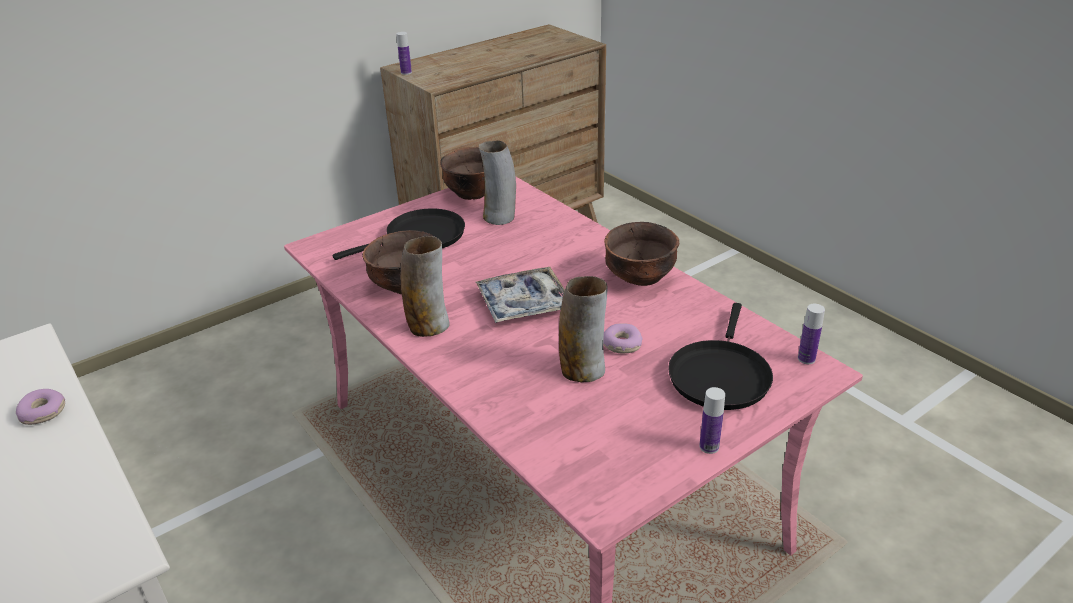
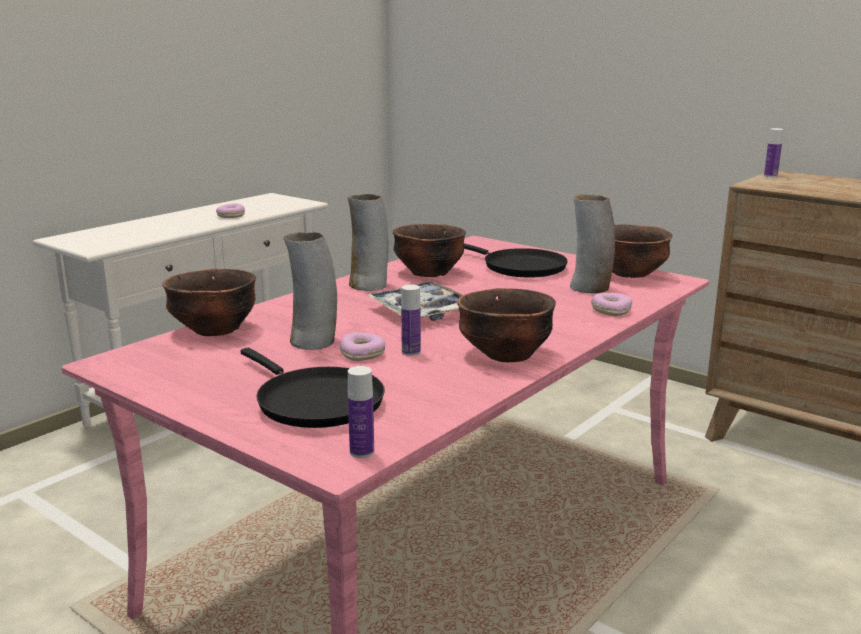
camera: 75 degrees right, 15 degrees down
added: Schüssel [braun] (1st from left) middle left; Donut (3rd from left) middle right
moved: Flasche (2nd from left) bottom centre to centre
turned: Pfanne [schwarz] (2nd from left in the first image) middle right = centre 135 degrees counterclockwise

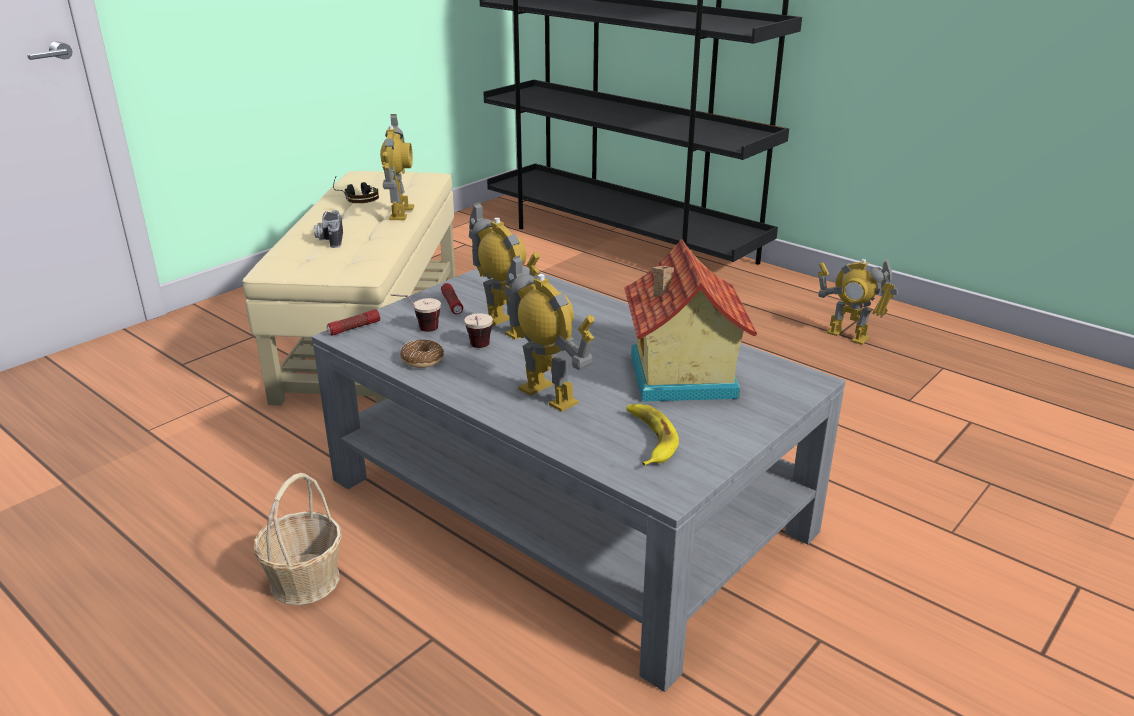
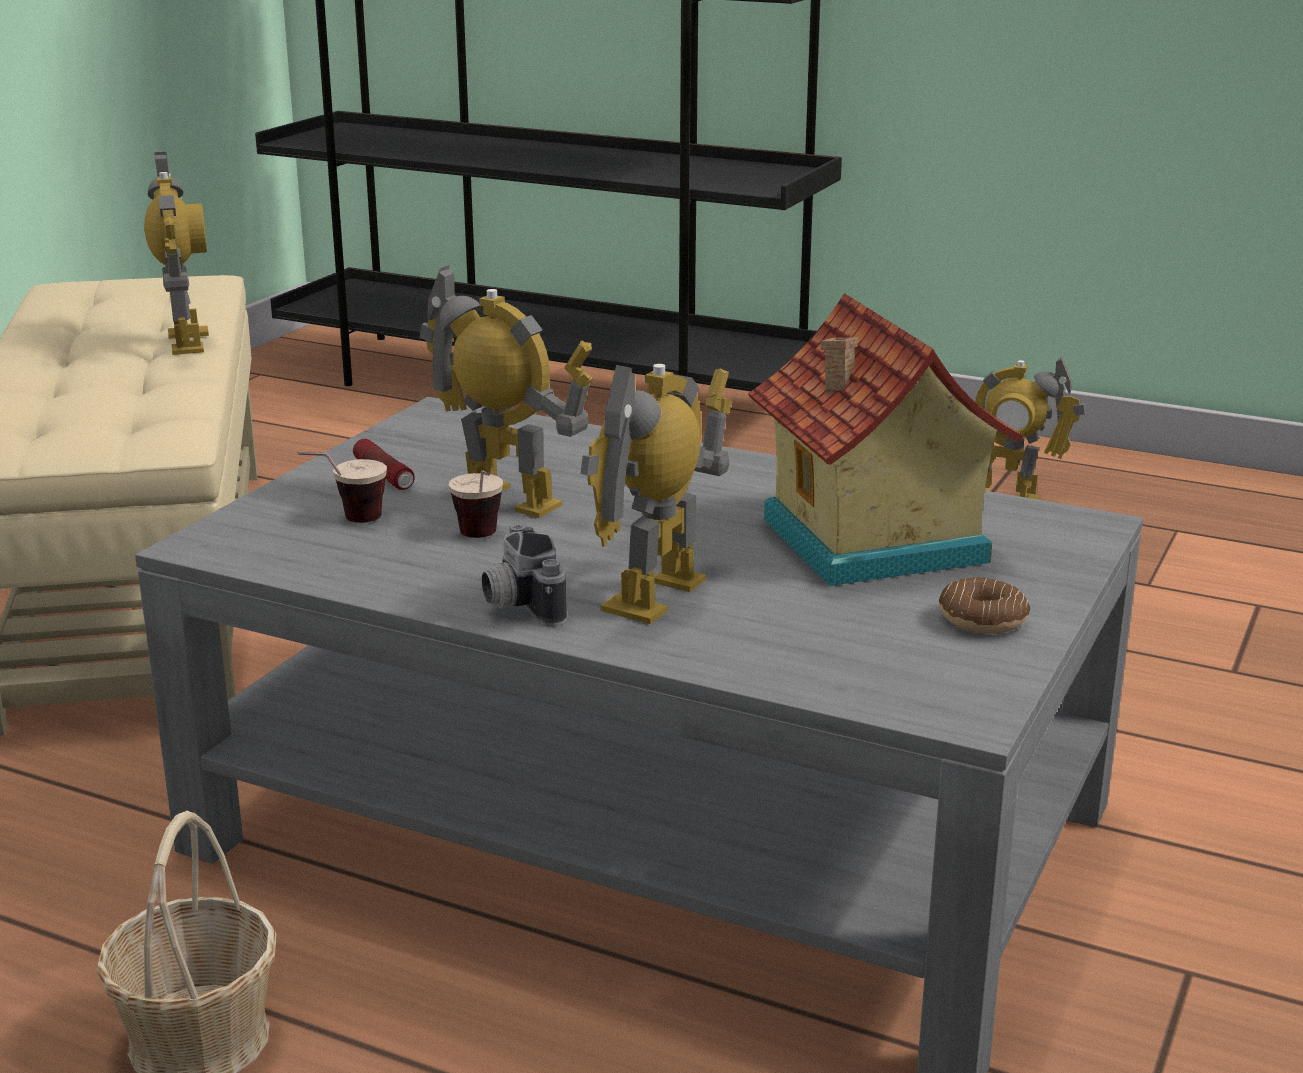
camera: 15 degrees left, 5 degrees down
removed: Taschenlampe (1st from left) middle left; Kopfhörer top left; Banane centre
moved: Kamera top left to centre; Donut centre to middle right
turned: Spielzeugroboter (3rd from left) centre = centre 90 degrees counterclockwise

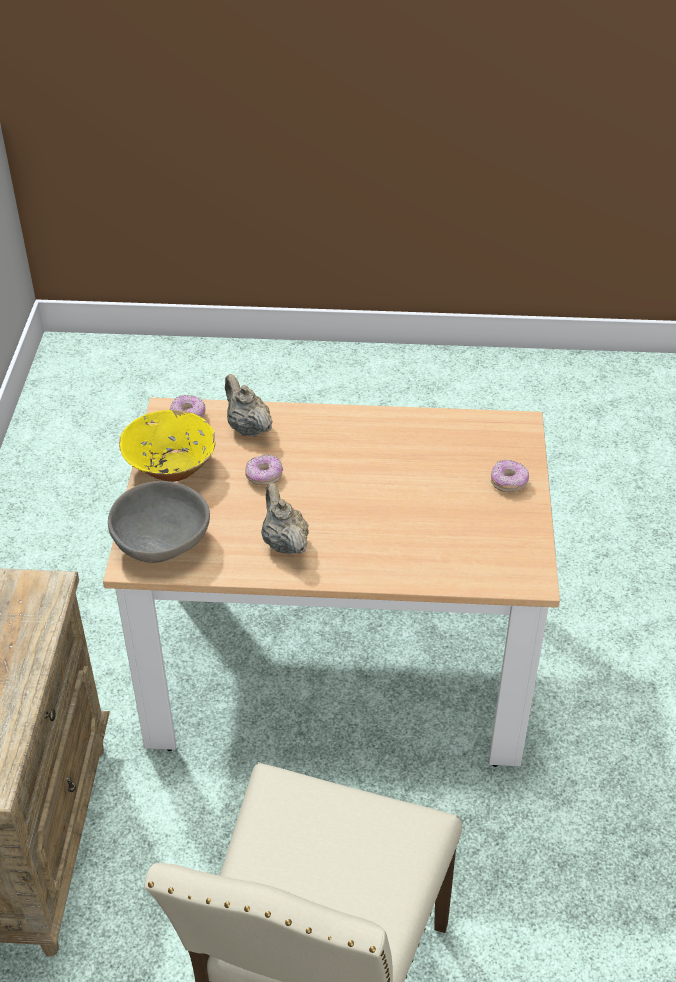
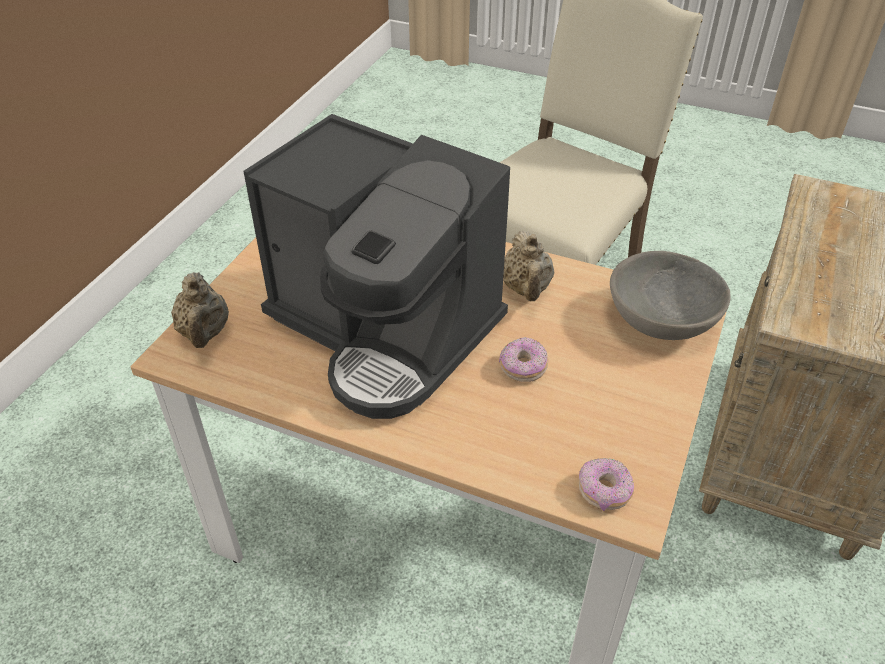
camera: 160 degrees left, 0 degrees up
removed: Schüssel [gelb] middle left; Donut (3rd from left) middle right
added: Kaffeemaschine centre
moved: Teekanne [beige] (1st from left) centre to middle left

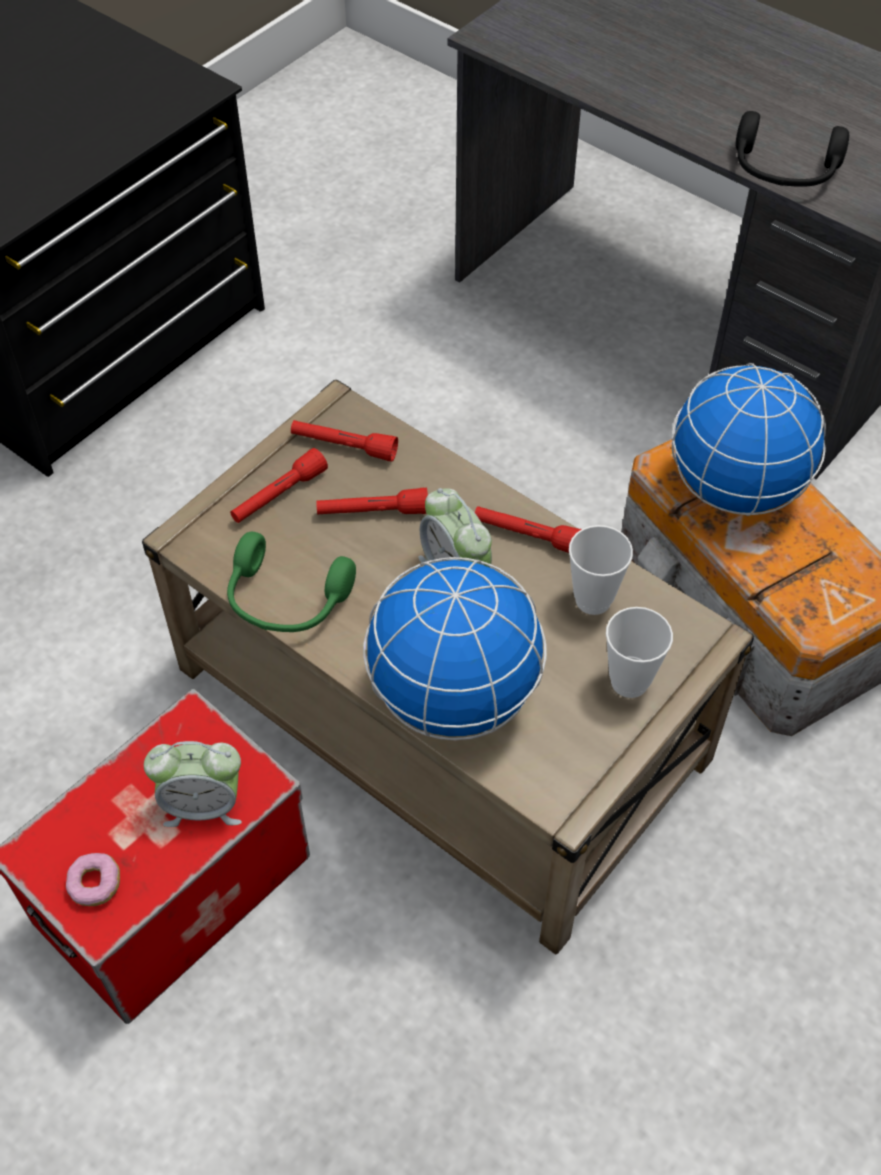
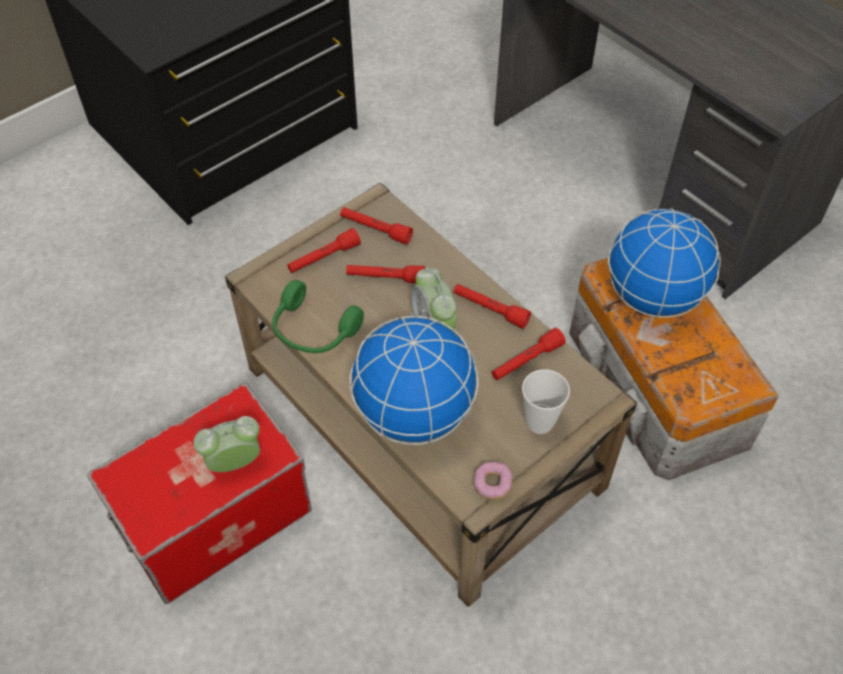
camera: 10 degrees right, 0 degrees up
removed: Kopfhörer [schwarz] top right
moved: Donut bottom left to bottom centre
replaced: Tasse (1st from left) middle right to Taschenlampe [rot] (5th from left) centre
turned: Wecker (1st from left) bottom left = middle left 150 degrees clockwise

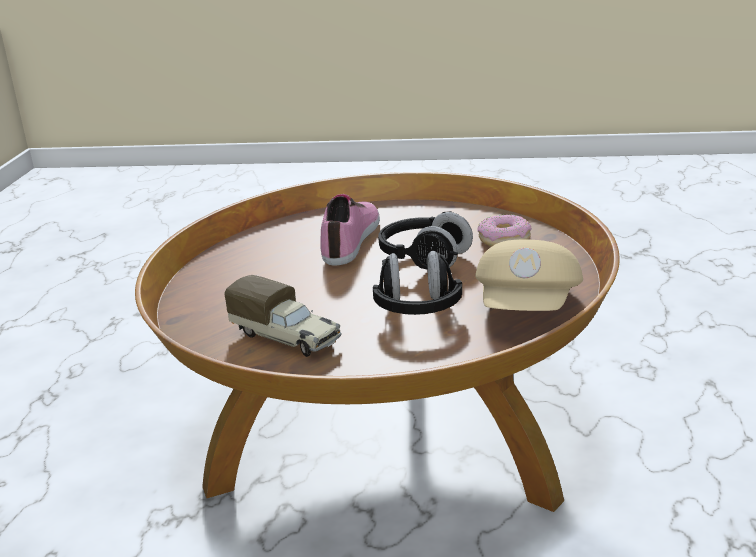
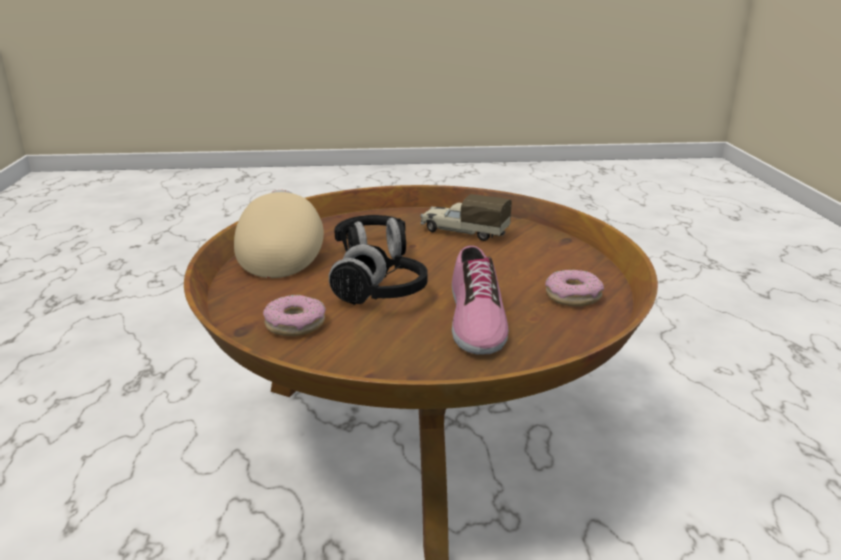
camera: 165 degrees right, 0 degrees up
added: Donut (2nd from left) middle right

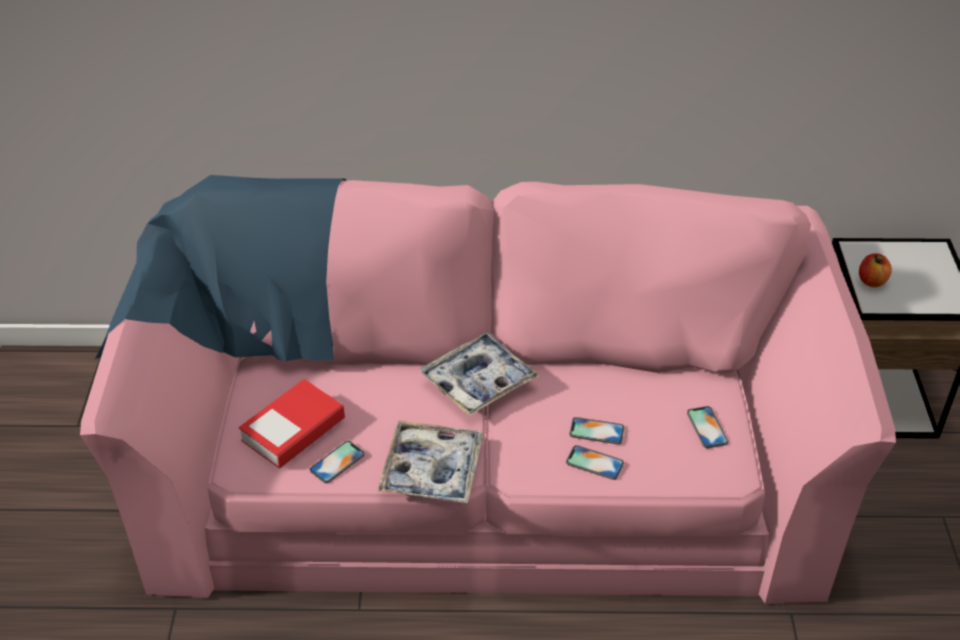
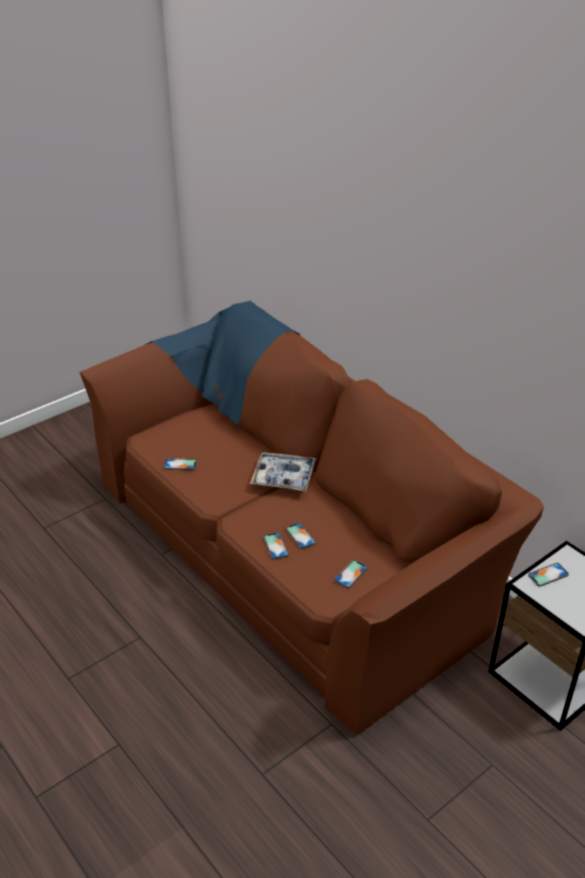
camera: 50 degrees right, 5 degrees down
removed: Buch middle left; Tablett (1st from left) bottom centre
replaced: Apfel middle right to Handy (5th from left) middle right
recoloured: Sofa [rosa] centre to Sofa [braun] centre

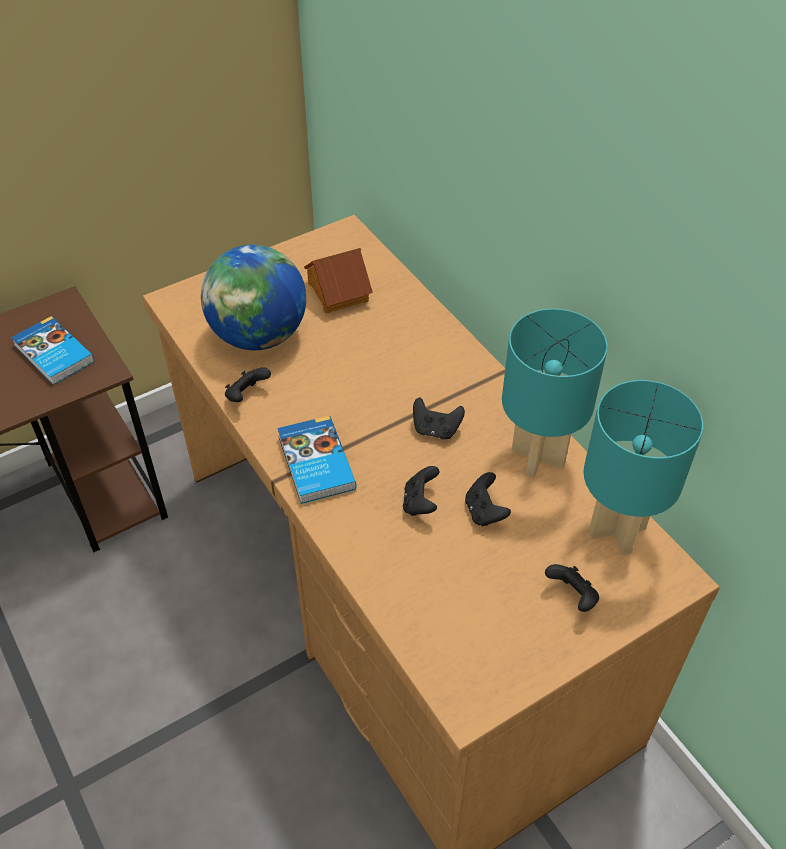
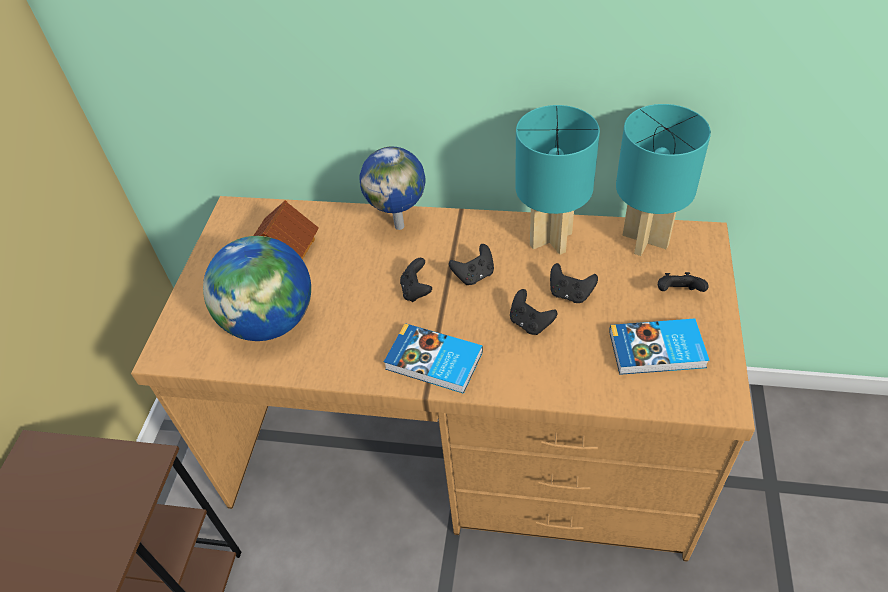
camera: 45 degrees left, 0 degrees up
added: Globus (2nd from left) top centre
moved: Gamepad [schwarz] (1st from left) middle left to centre; Buch (1st from left in the first image) middle left to Buch (2nd from left) middle right

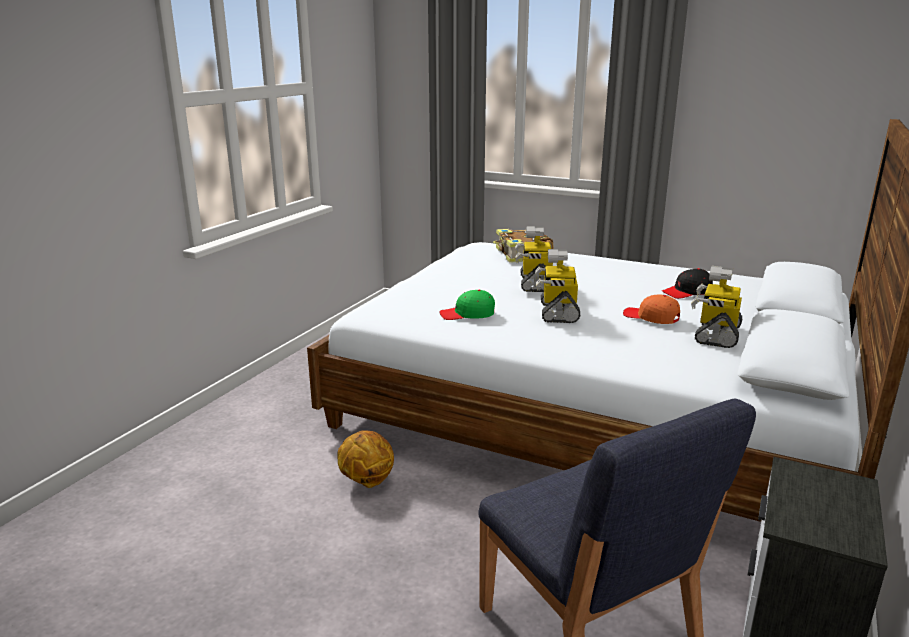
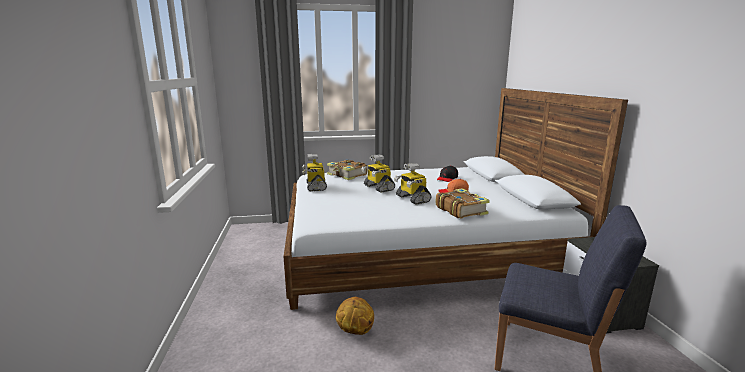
camera: 35 degrees left, 5 degrees down
removed: Kappe [grün] centre
added: Buch (2nd from left) centre
moved: Spielzeugroboter (3rd from left in the first image) middle right to Spielzeugroboter (1st from left) centre

